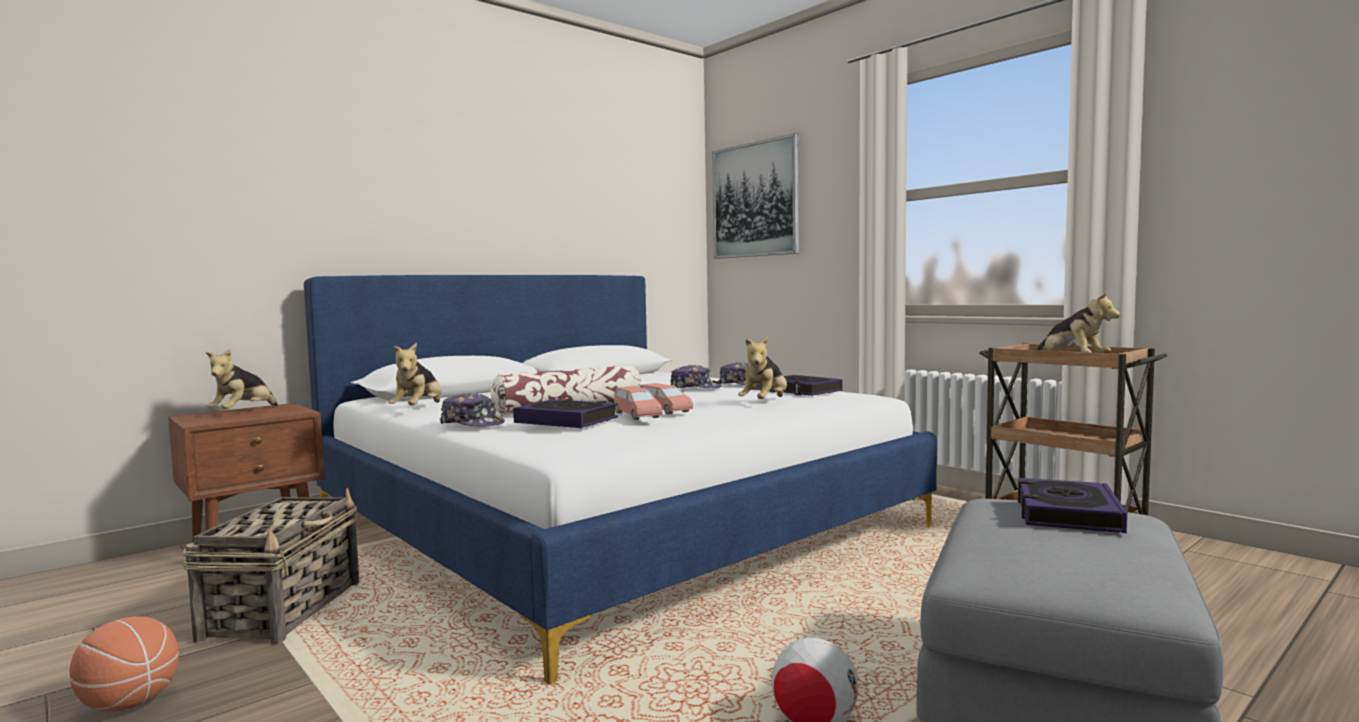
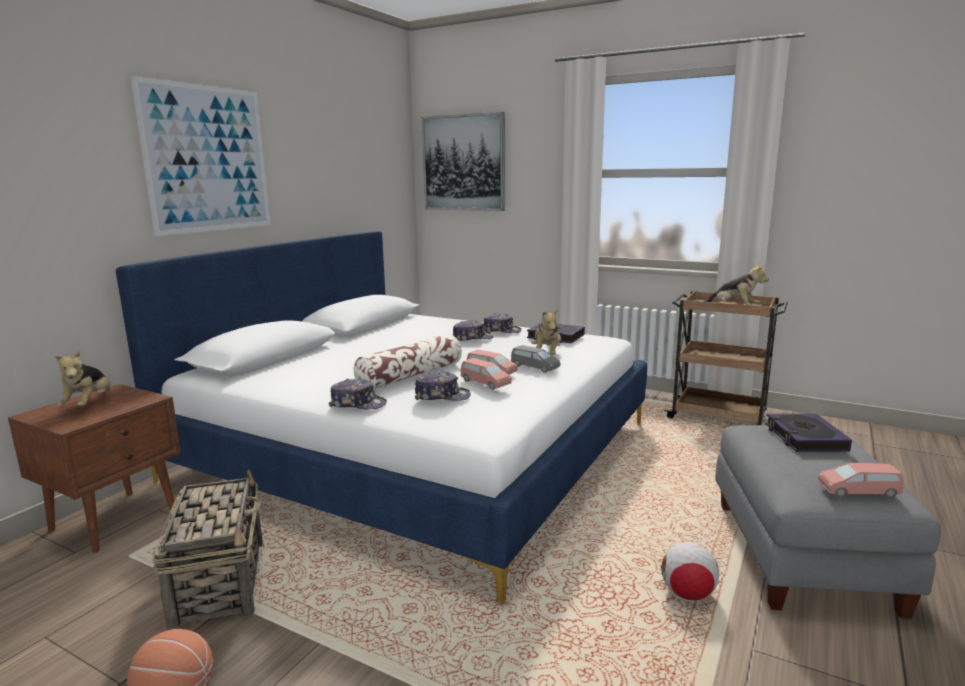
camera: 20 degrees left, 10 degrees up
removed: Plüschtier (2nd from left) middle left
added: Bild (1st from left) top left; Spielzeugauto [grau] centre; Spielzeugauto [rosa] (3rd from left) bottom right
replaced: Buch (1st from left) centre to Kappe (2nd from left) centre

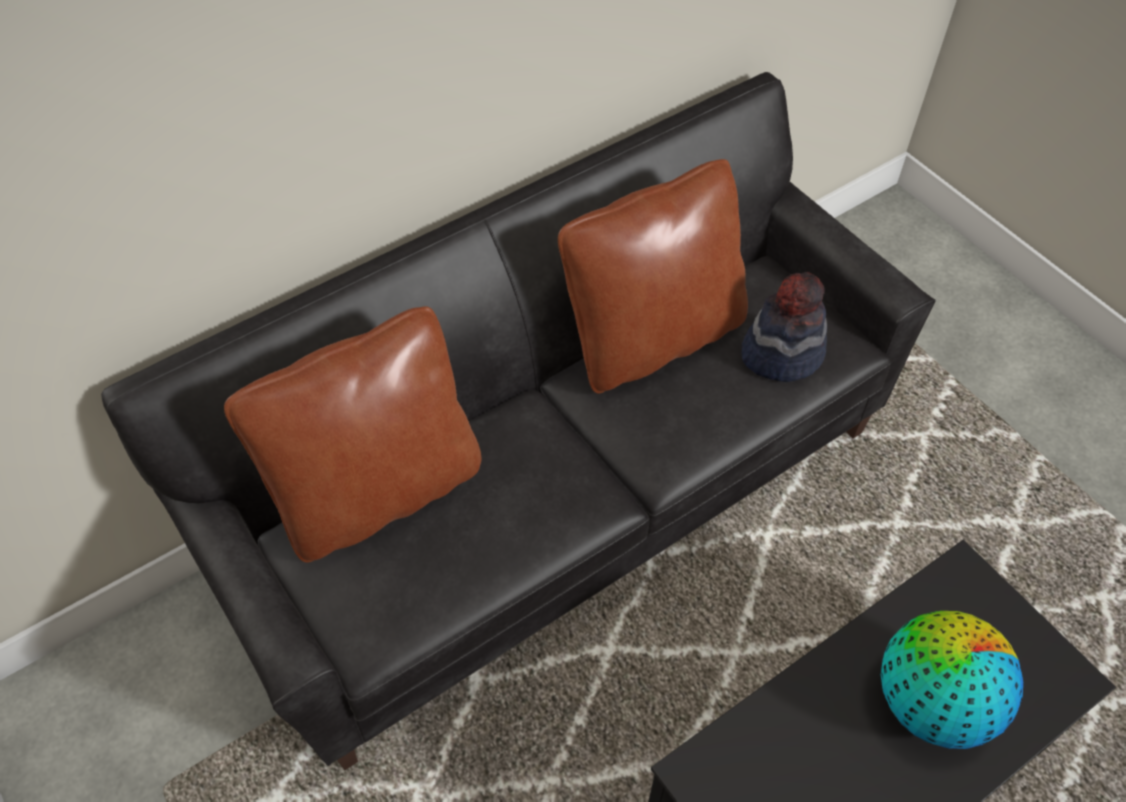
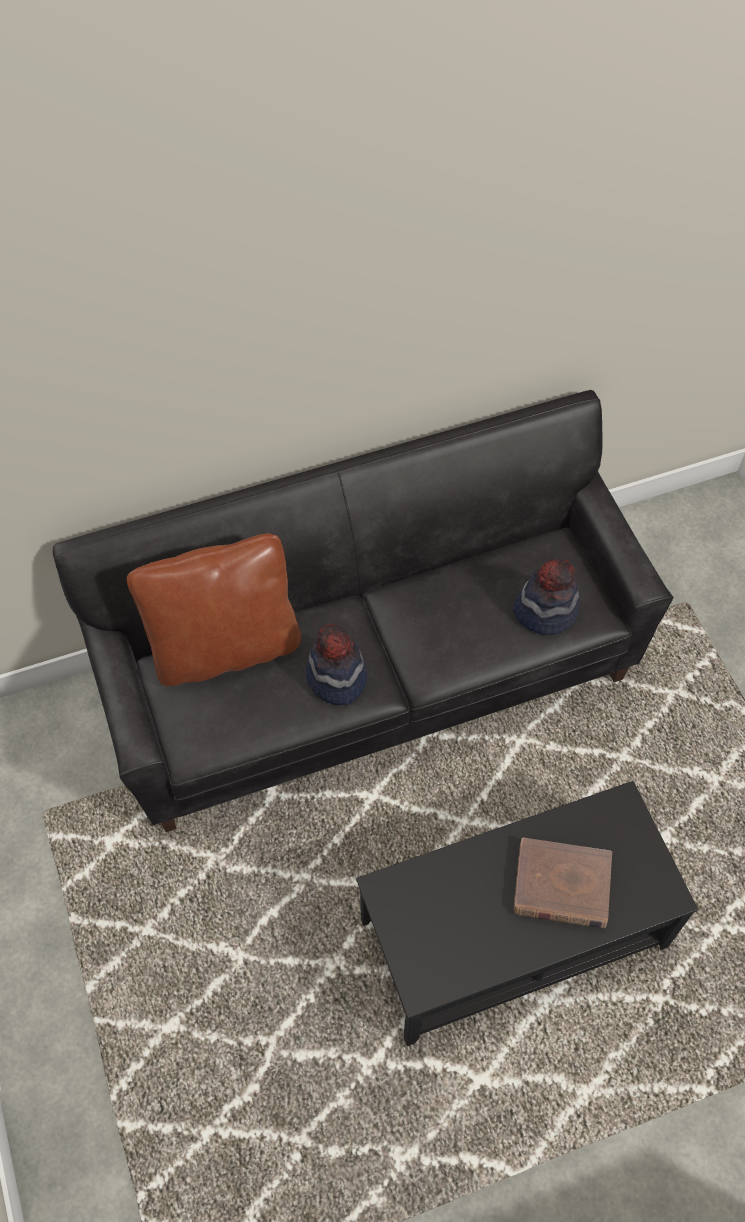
camera: 15 degrees right, 5 degrees up
removed: Kissen [braun] (2nd from left) centre
added: Hut (1st from left) centre
replaced: Globus bottom right to Buch [braun] bottom right

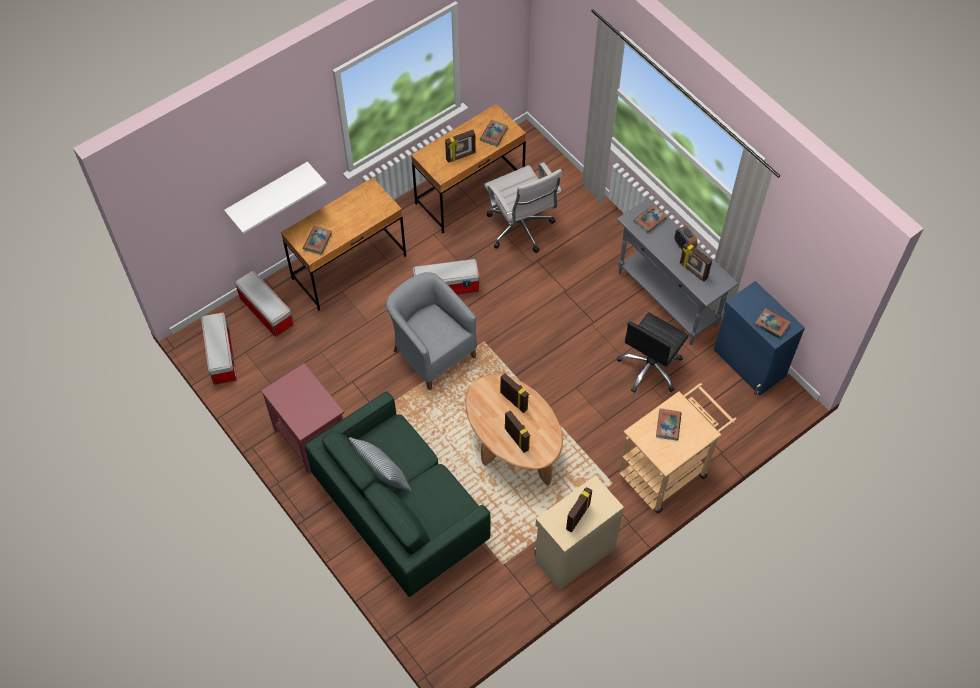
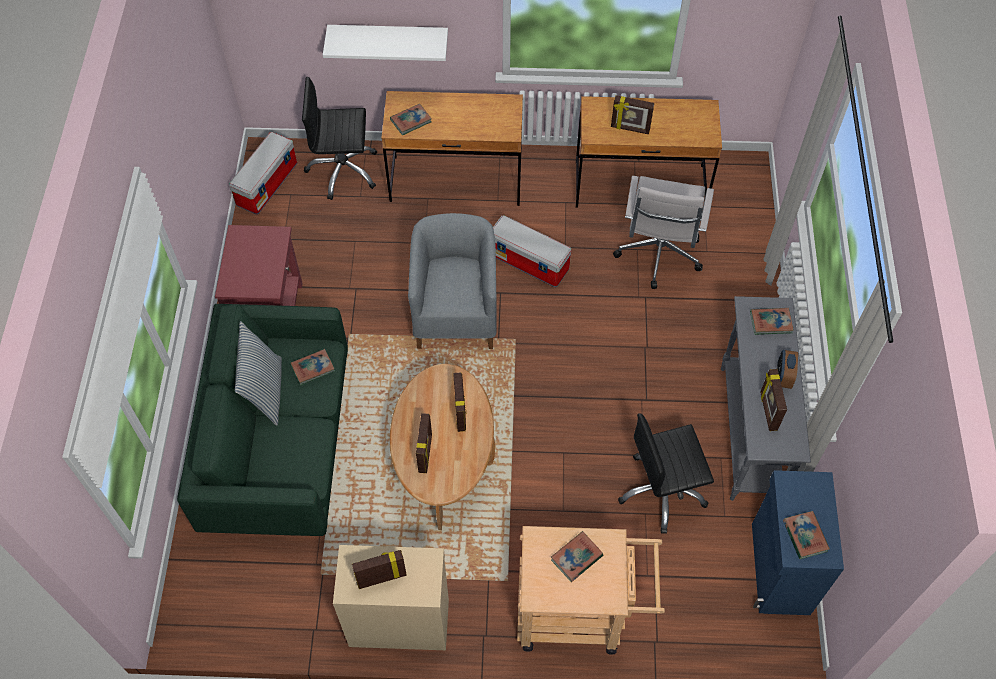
camera: 40 degrees right, 0 degrees up
moved: Buch (2nd from left in the first image) top centre to Buch (1st from left) middle left
replaced: Aufbewahrungsbox (2nd from left) middle left to Bürostuhl [schwarz] (1st from left) top centre

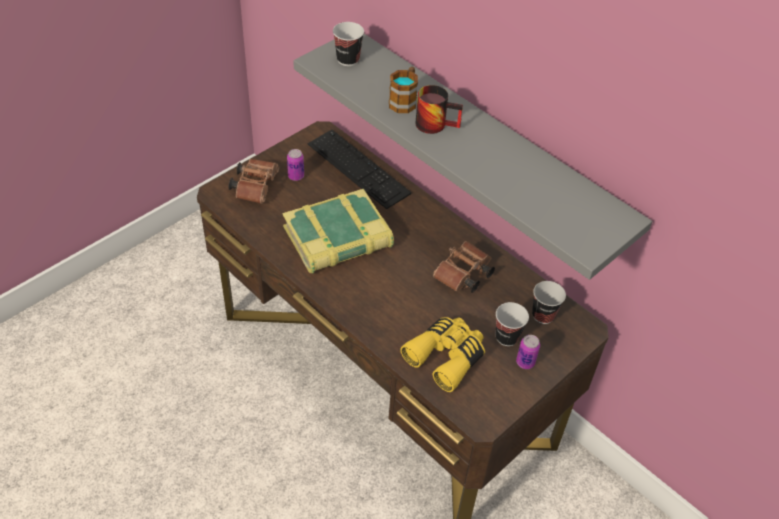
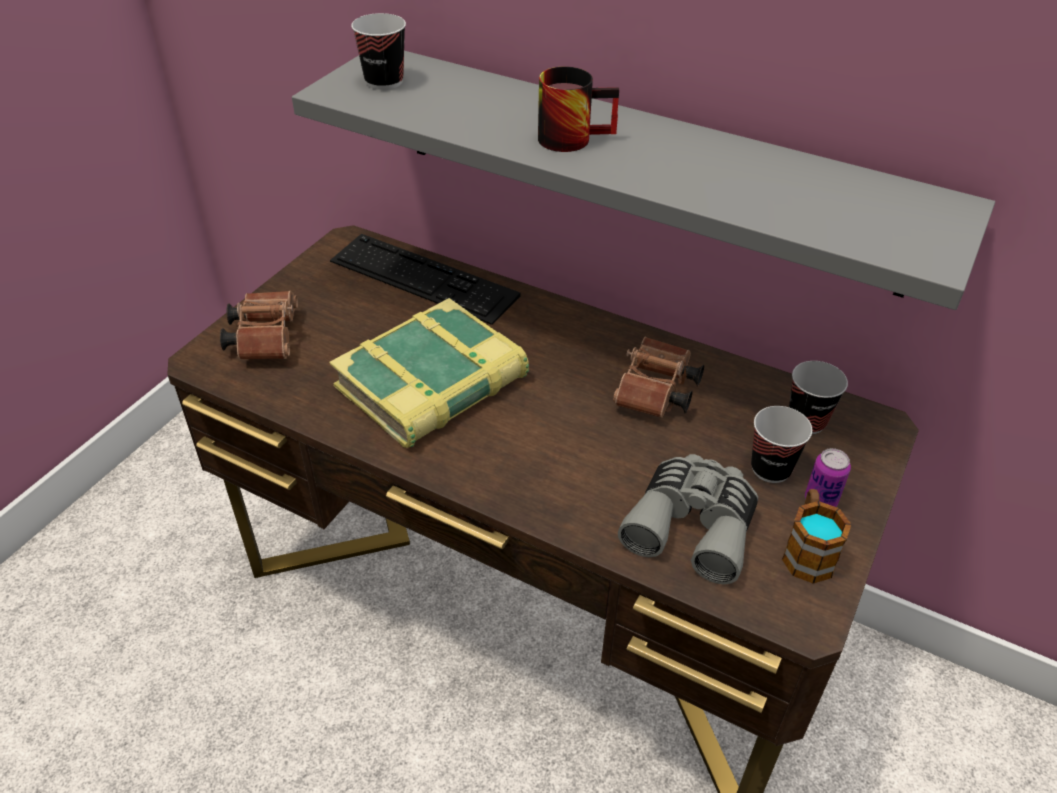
camera: 15 degrees left, 5 degrees down
removed: Dose (1st from left) top centre
moved: Henkelbecher (1st from left in the first image) top centre to Henkelbecher (2nd from left) bottom right
recoloured: Fernglas [gelb] bottom centre to Fernglas [grau] centre

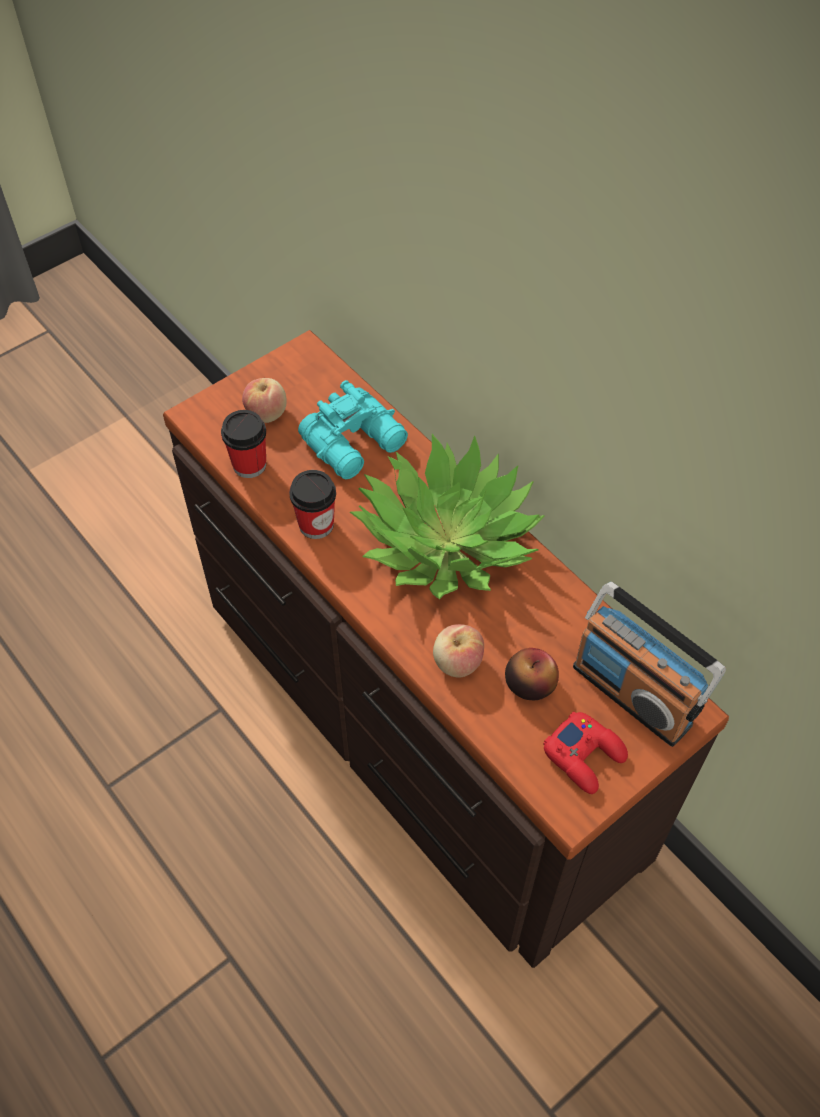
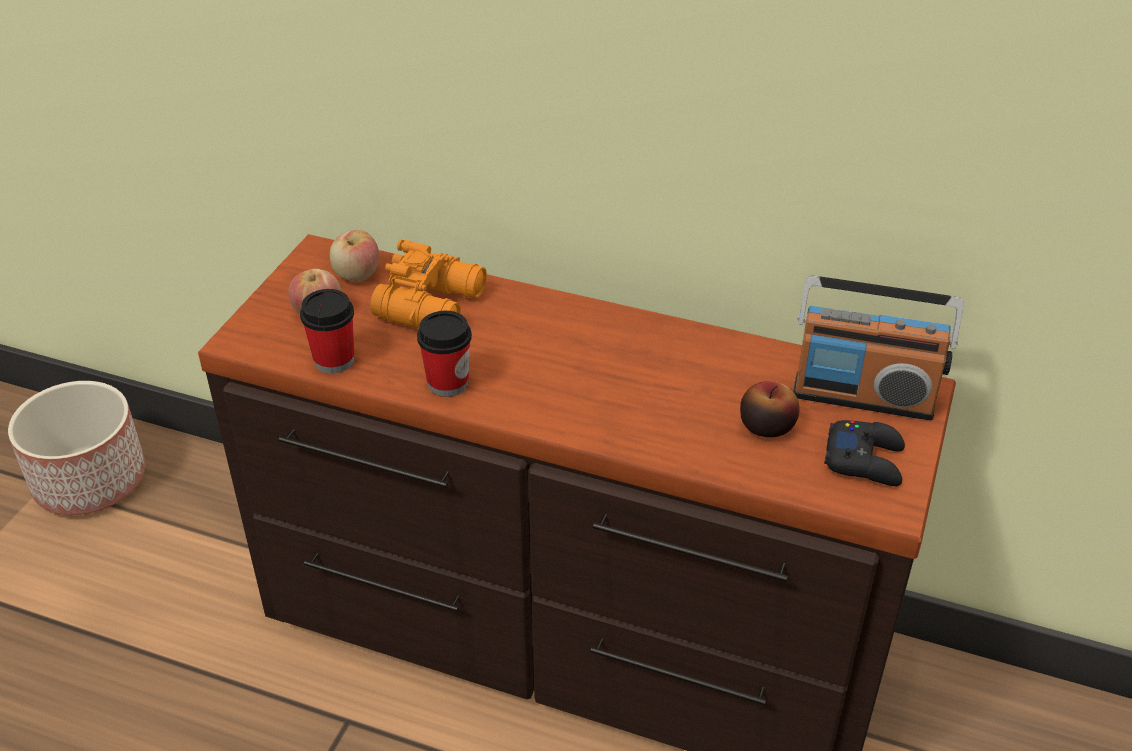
camera: 30 degrees left, 15 degrees down
removed: Topfpflanze centre
added: Pflanzkübel middle left
moved: Apfel (2nd from left) centre to middle left
recoloured: Fernglas [türkis] centre to Fernglas [orange] centre; Gamepad [rot] bottom right to Gamepad [schwarz] middle right

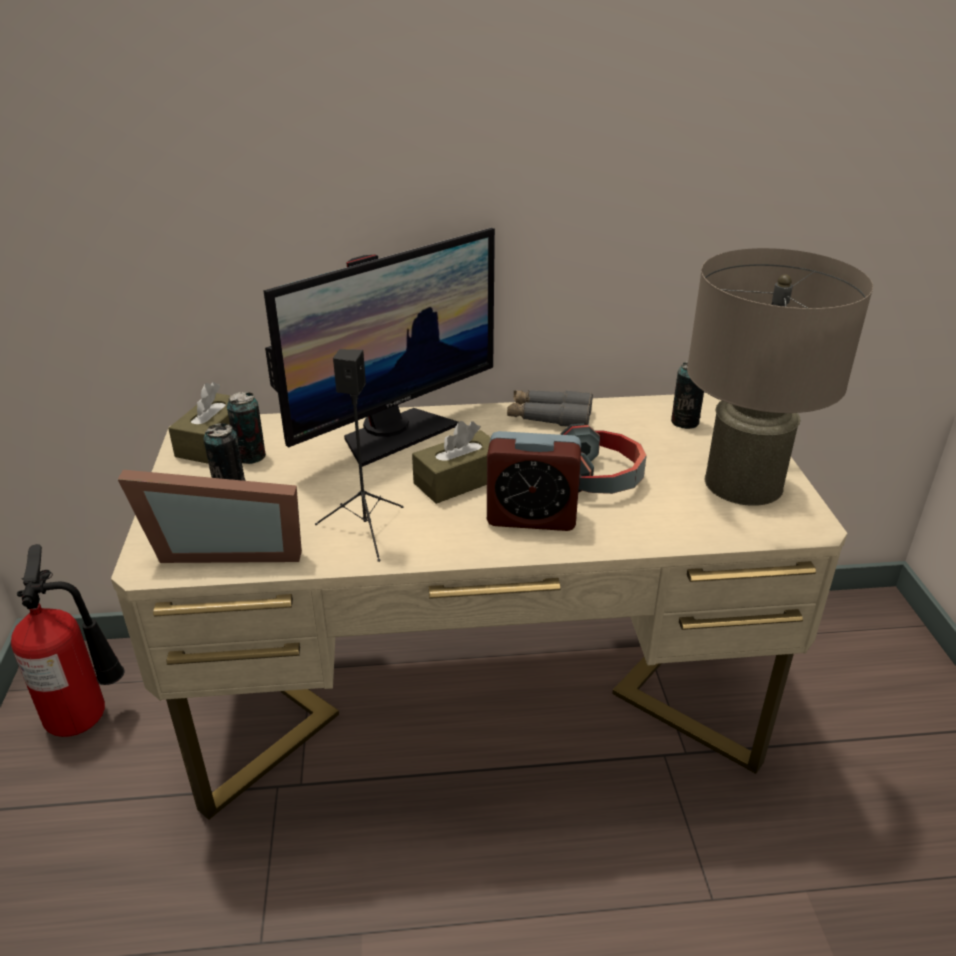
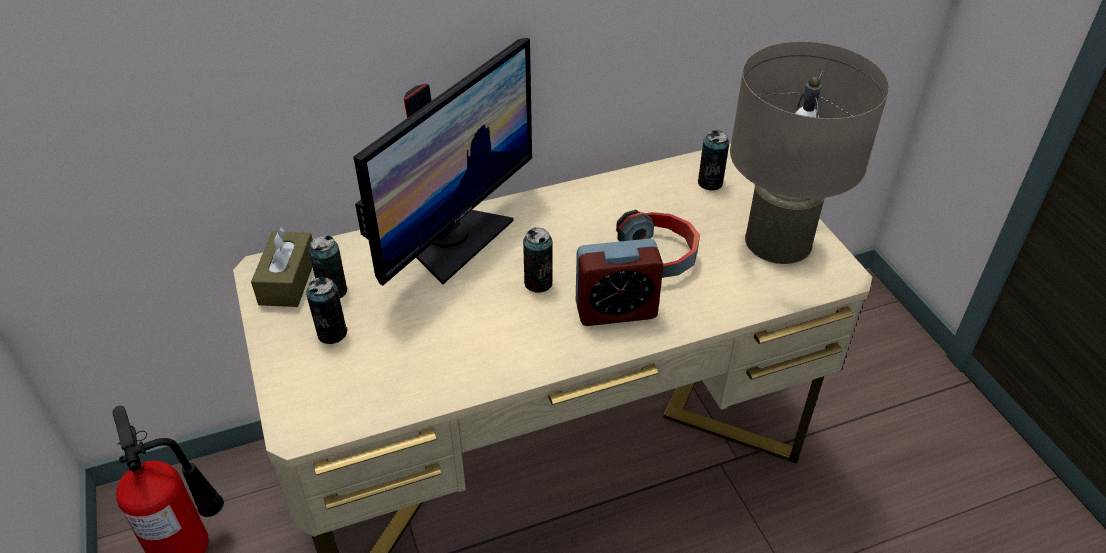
camera: 15 degrees left, 10 degrees up
removed: Bilderrahmen middle left; Lautsprecher [schwarz] centre; Fernglas [grau] centre
replaced: Taschentuchbox [braun] (2nd from left) centre to Dose (3rd from left) centre

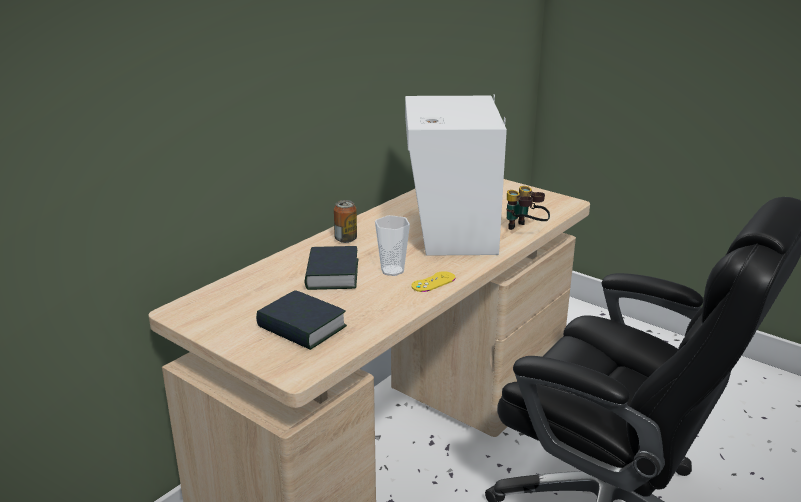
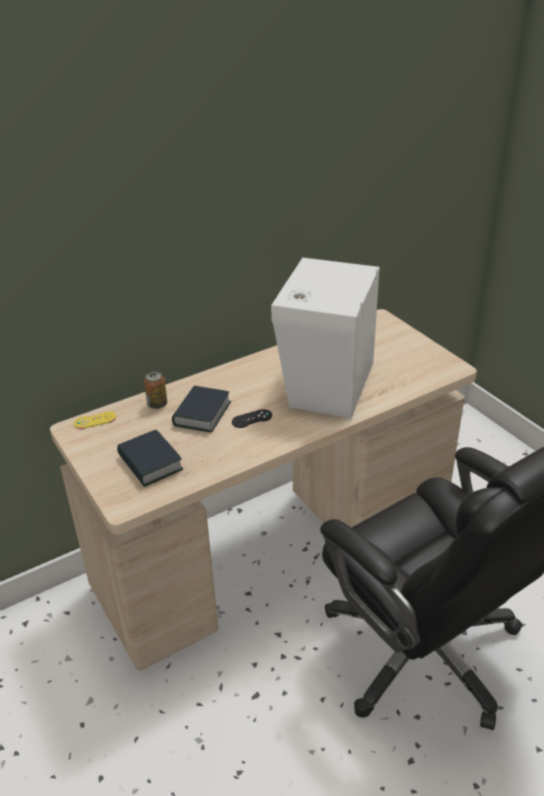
camera: 20 degrees right, 10 degrees up
removed: Fernglas centre
moved: Gamepad [gelb] centre to middle left; Dose centre to middle left
replaced: Tasse centre to Gamepad [schwarz] centre

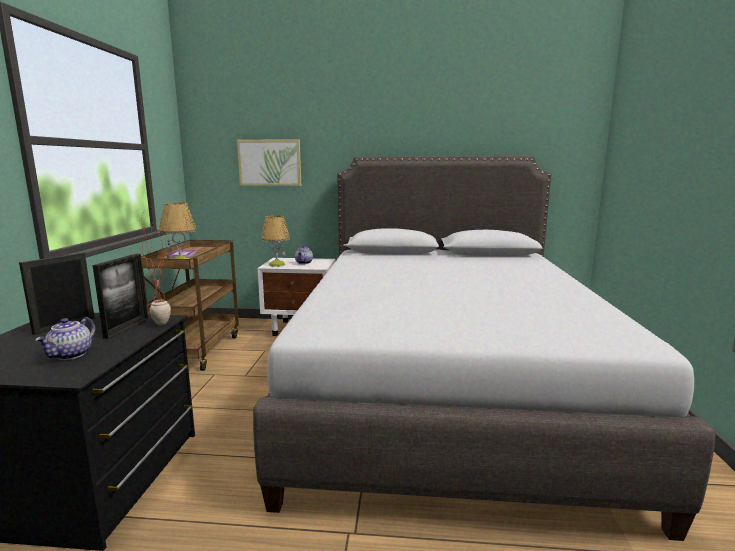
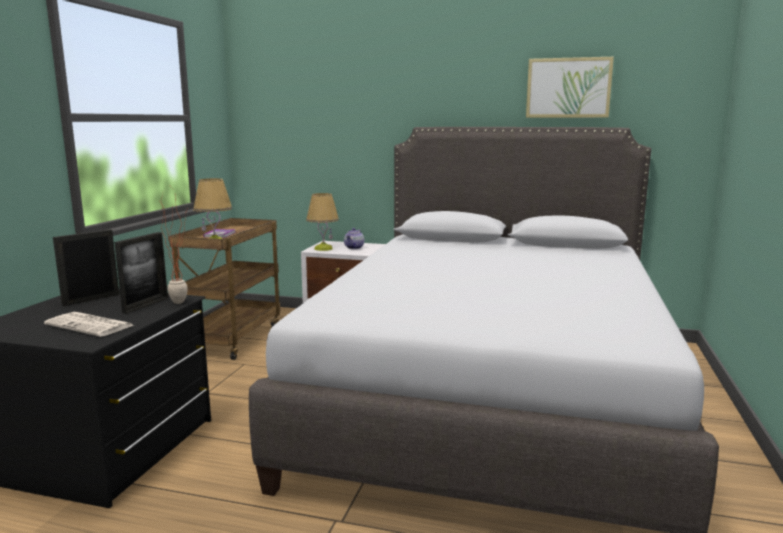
camera: 10 degrees right, 0 degrees up
moved: Bild top centre to top right
replaced: Teekanne (1st from left) middle left to Zeitung middle left

